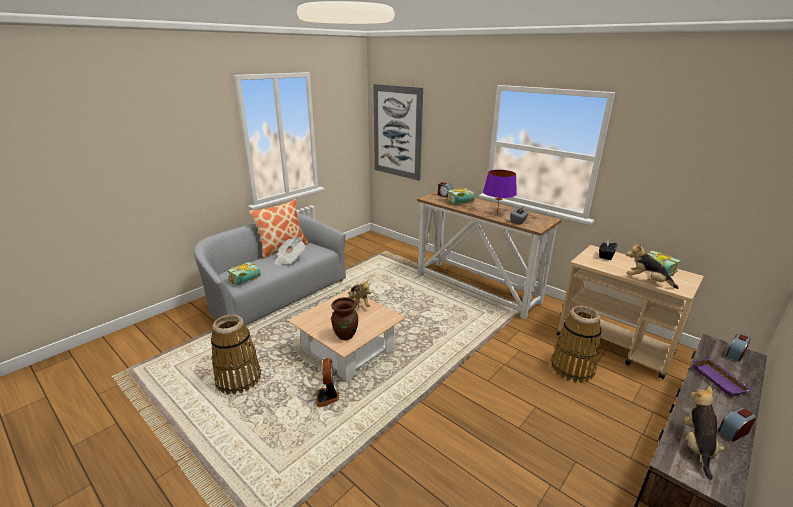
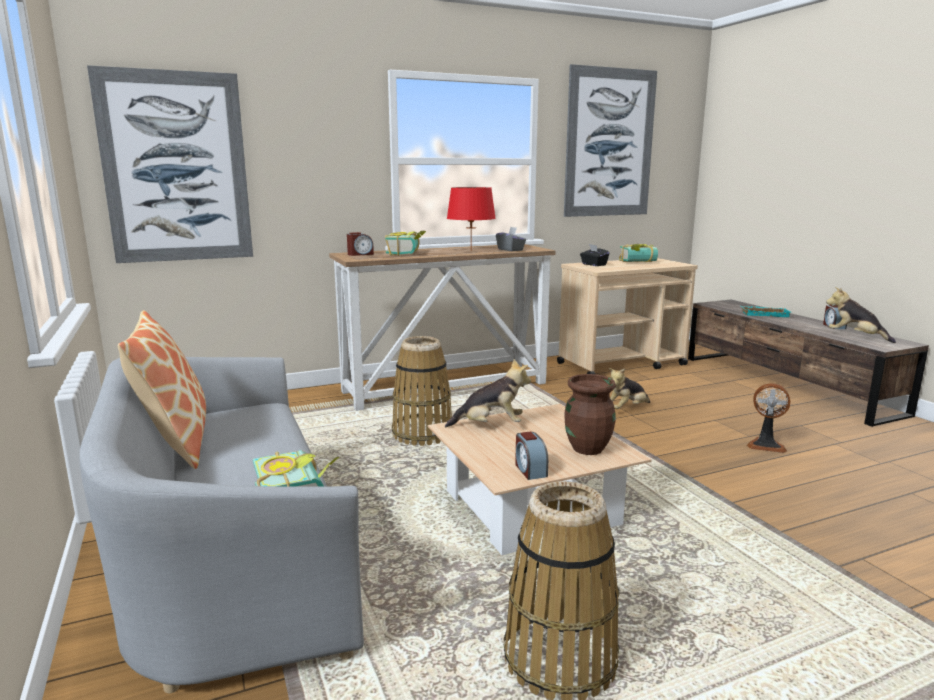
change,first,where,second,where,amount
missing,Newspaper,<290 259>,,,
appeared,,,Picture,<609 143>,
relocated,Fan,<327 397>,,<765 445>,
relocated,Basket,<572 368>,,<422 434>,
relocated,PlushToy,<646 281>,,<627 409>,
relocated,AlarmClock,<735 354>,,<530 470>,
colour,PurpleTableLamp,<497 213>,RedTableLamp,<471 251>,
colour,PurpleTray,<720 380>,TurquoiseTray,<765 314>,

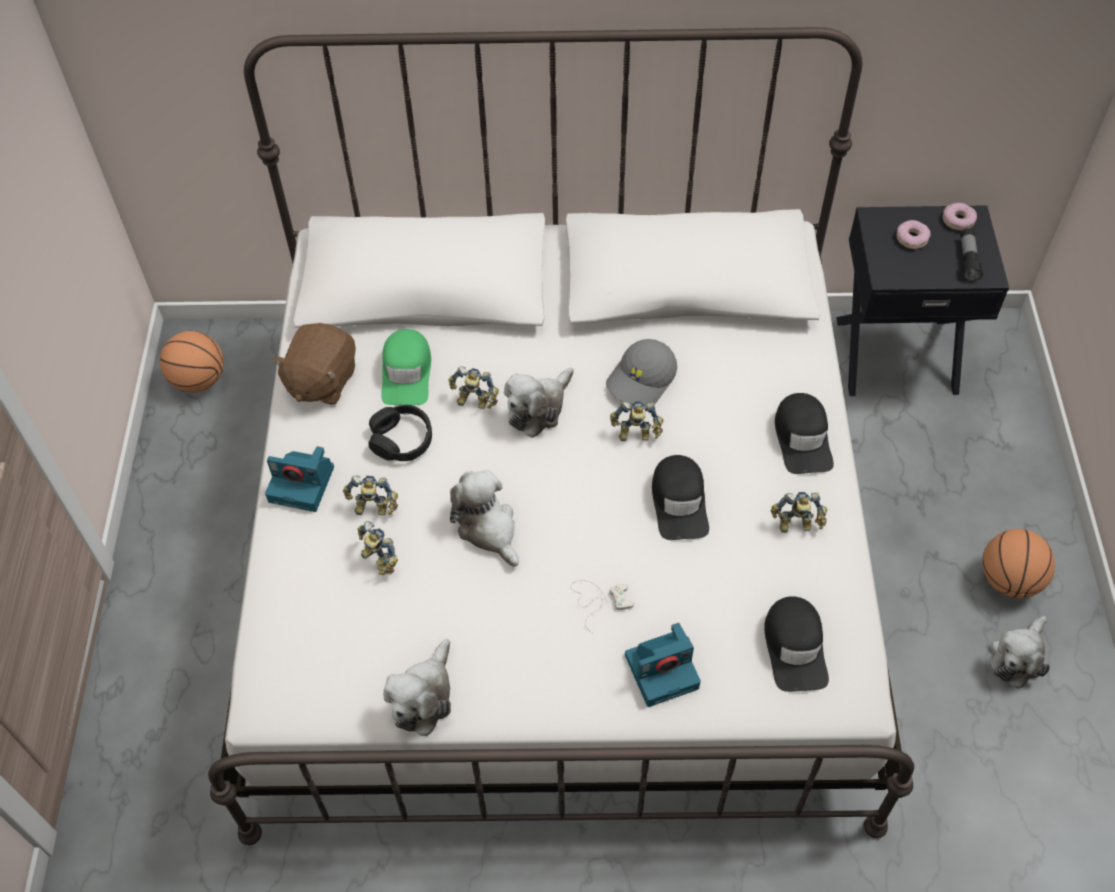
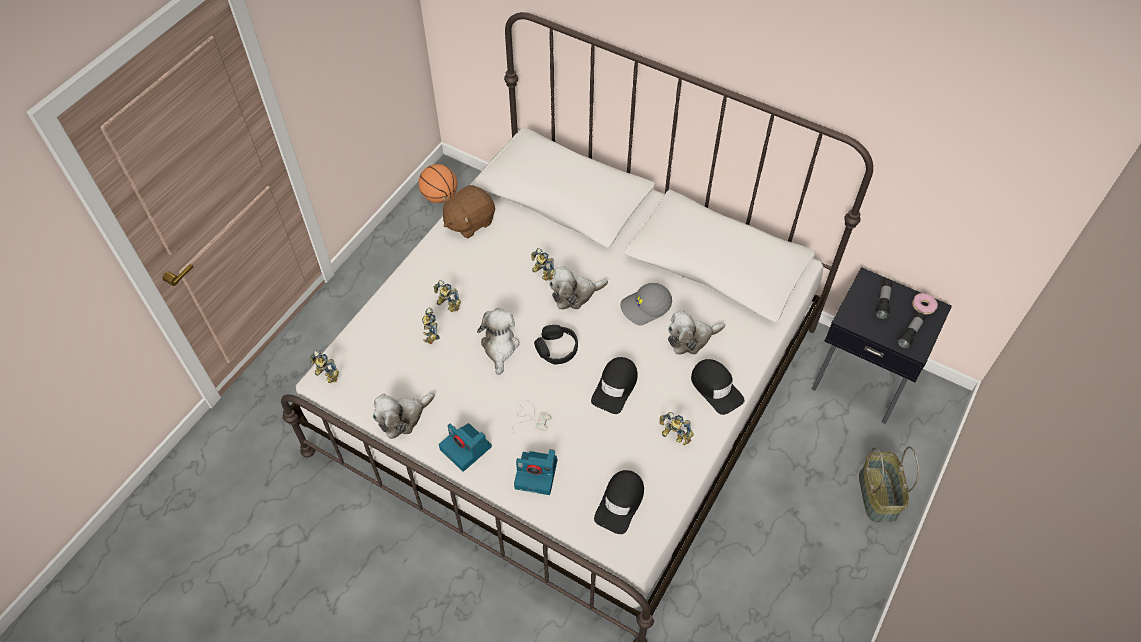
change,first,where,second,where,amount
missing,GreenCap,<407 373>,,,
missing,Basketball,<1009 580>,,,
appeared,,,Basket,<878 495>,
relocated,PhotoCamera,<303 484>,,<467 448>,
relocated,BlackHeadphones,<401 440>,,<556 348>,
relocated,ToyRobot,<635 435>,,<325 375>,
relocated,PlushToy,<1017 657>,,<691 338>,
exchanged,Donut,<912 238>,Flashlight,<882 303>,
spun,BlackCap,<802 438>,,<716 388>,60 degrees counterclockwise

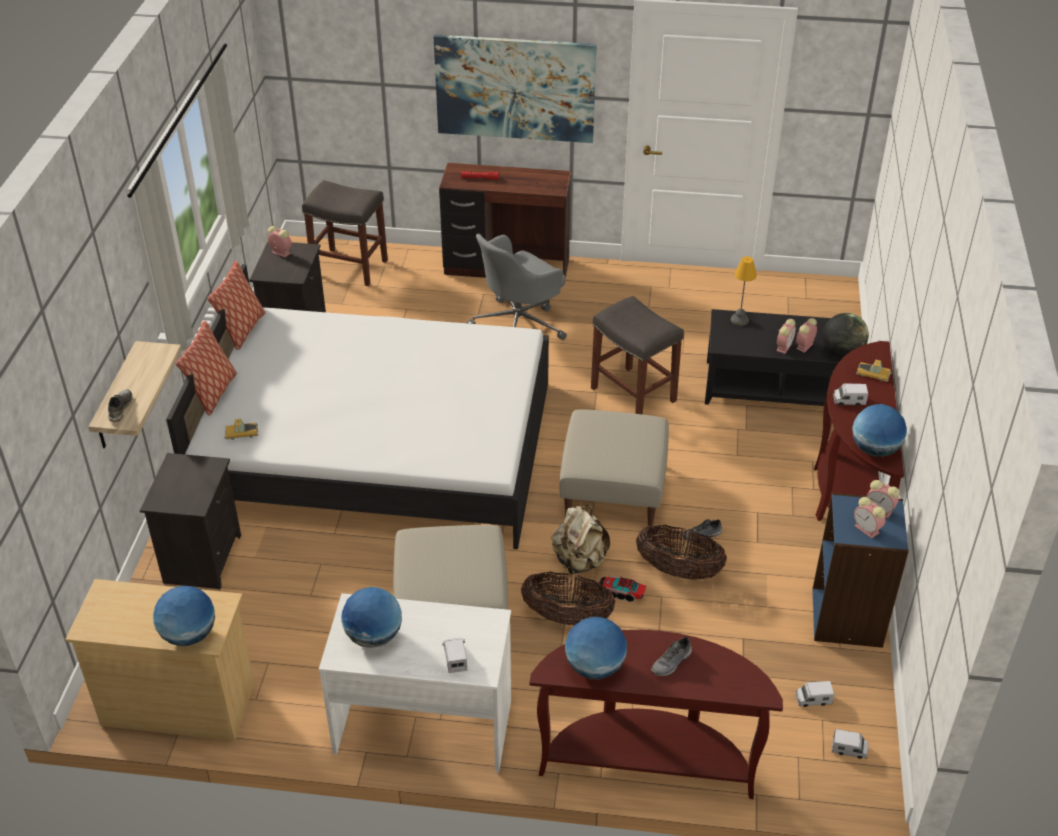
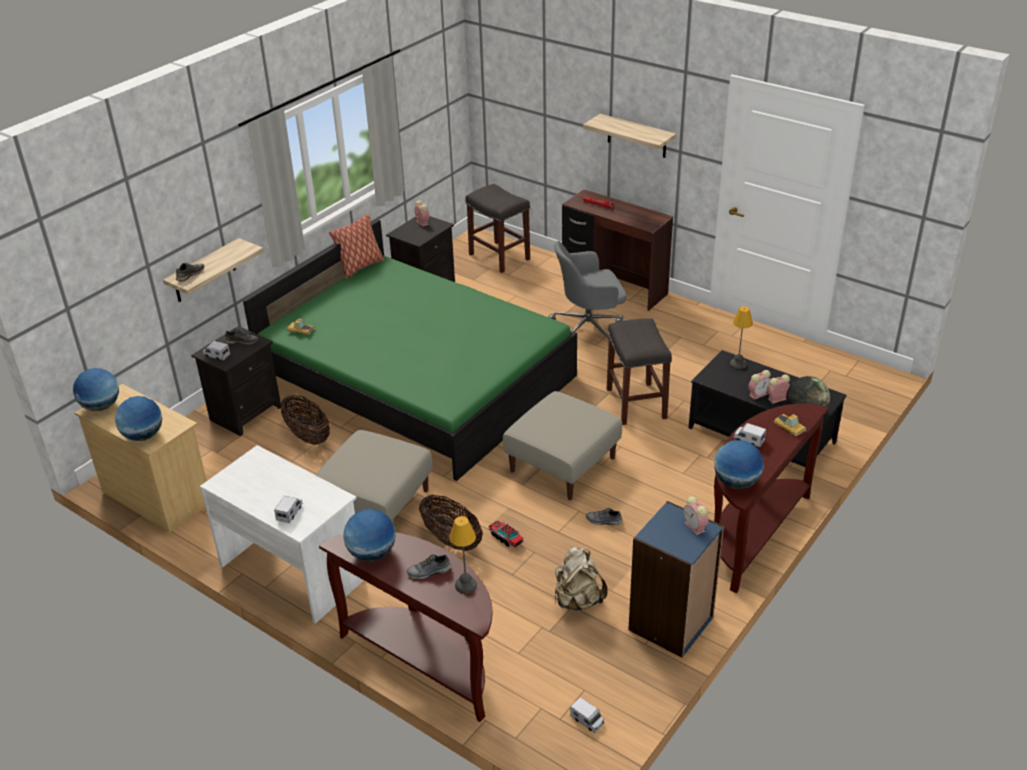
change,first,where,second,where,amount
missing,Pillow,<213 393>,,,
missing,AlarmClock,<867 529>,,,
appeared,,,GreyShoe,<242 342>,
appeared,,,TableLamp,<466 585>,
relocated,Globe,<374 636>,,<101 407>,
relocated,BeigeBackpack,<579 561>,,<578 600>,
relocated,Basket,<678 570>,,<308 436>,
relocated,ToyTruck,<813 699>,,<217 355>,
exchanged,Picture,<515 88>,Shelf,<637 136>,
colour,WhiteBed,<377 447>,GreenBed,<417 380>,

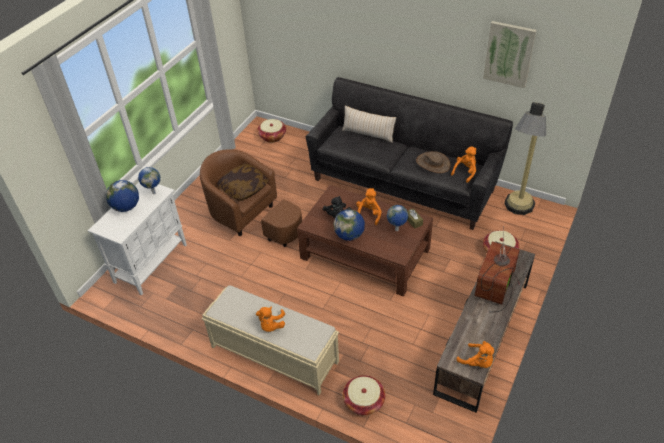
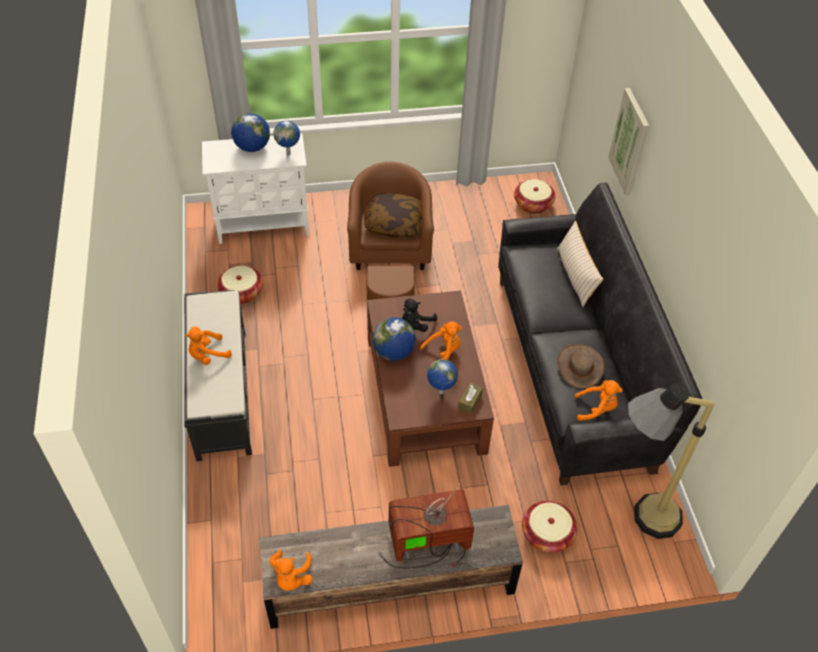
change,first,where,second,where,amount
relocated,Basket,<364 401>,,<241 293>,
relocated,Picture,<509 54>,,<630 142>,
colour,BeigeBench,<273 354>,BlackBench,<222 392>,

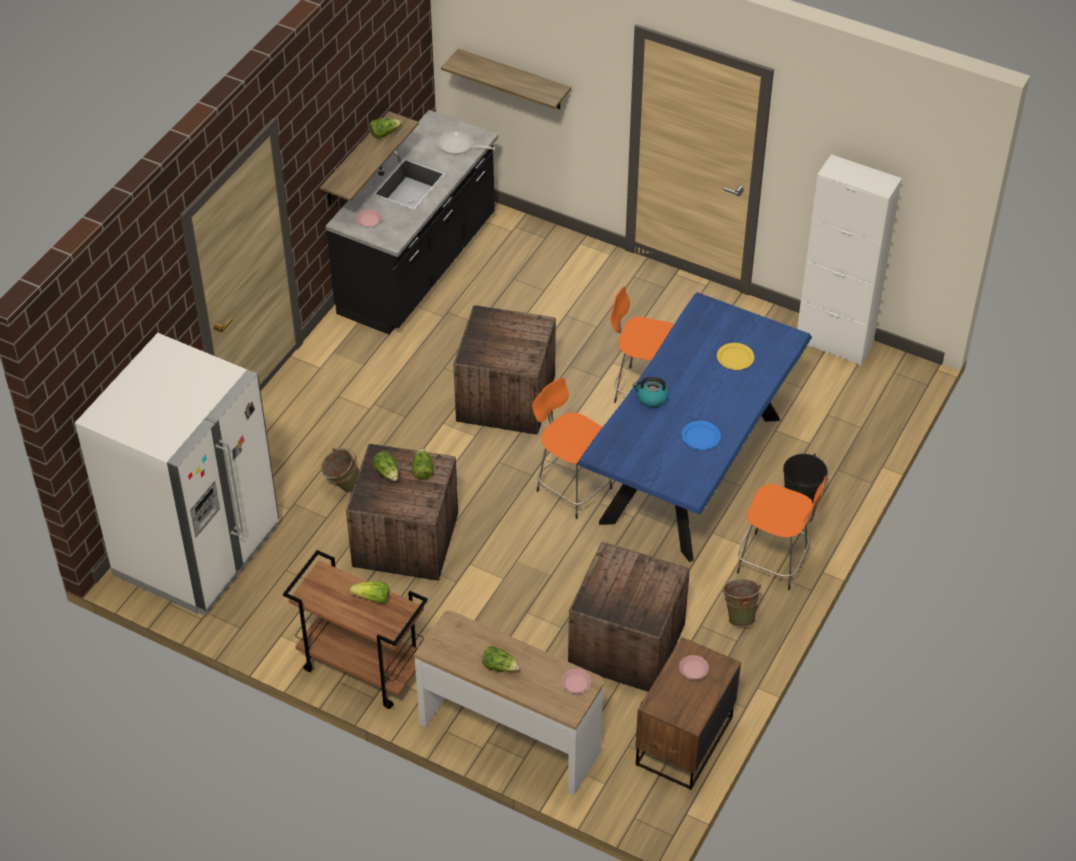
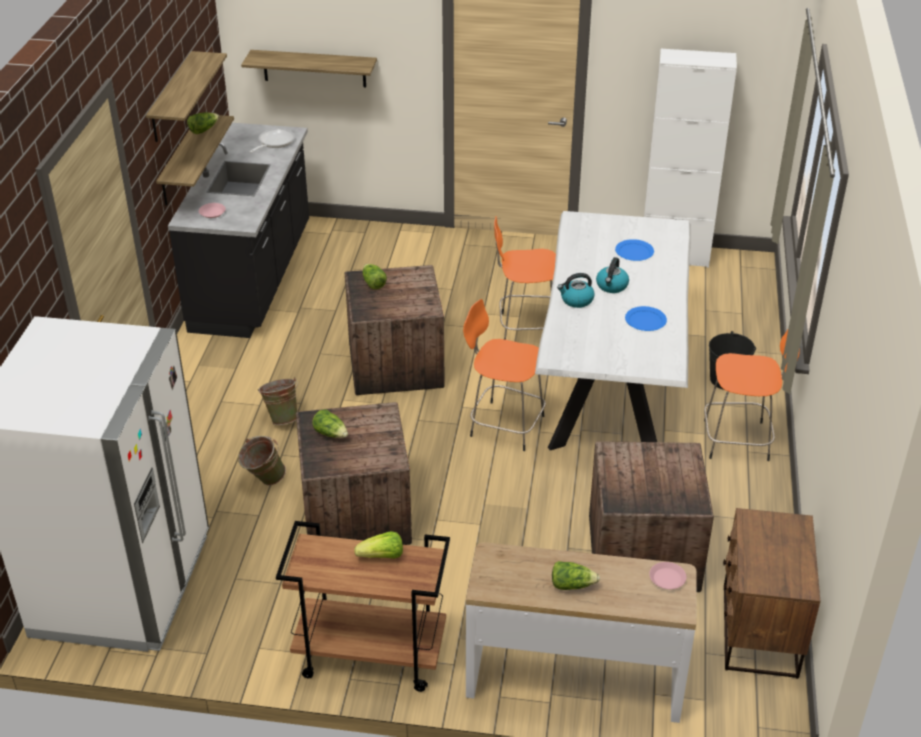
change,first,where,second,where,amount
missing,PinkPlate,<693 669>,,,
appeared,,,Shelf,<171 98>,
appeared,,,Kettle,<612 286>,
relocated,Lettuce,<422 470>,,<373 283>,
relocated,GreenBucket,<740 615>,,<282 417>,
colour,BlueDiningTable,<691 470>,WhiteDiningTable,<611 382>,
colour,YellowPlate,<735 358>,BluePlate,<634 252>,
spun,FryingPan,<459 146>,,<274 142>,120 degrees clockwise

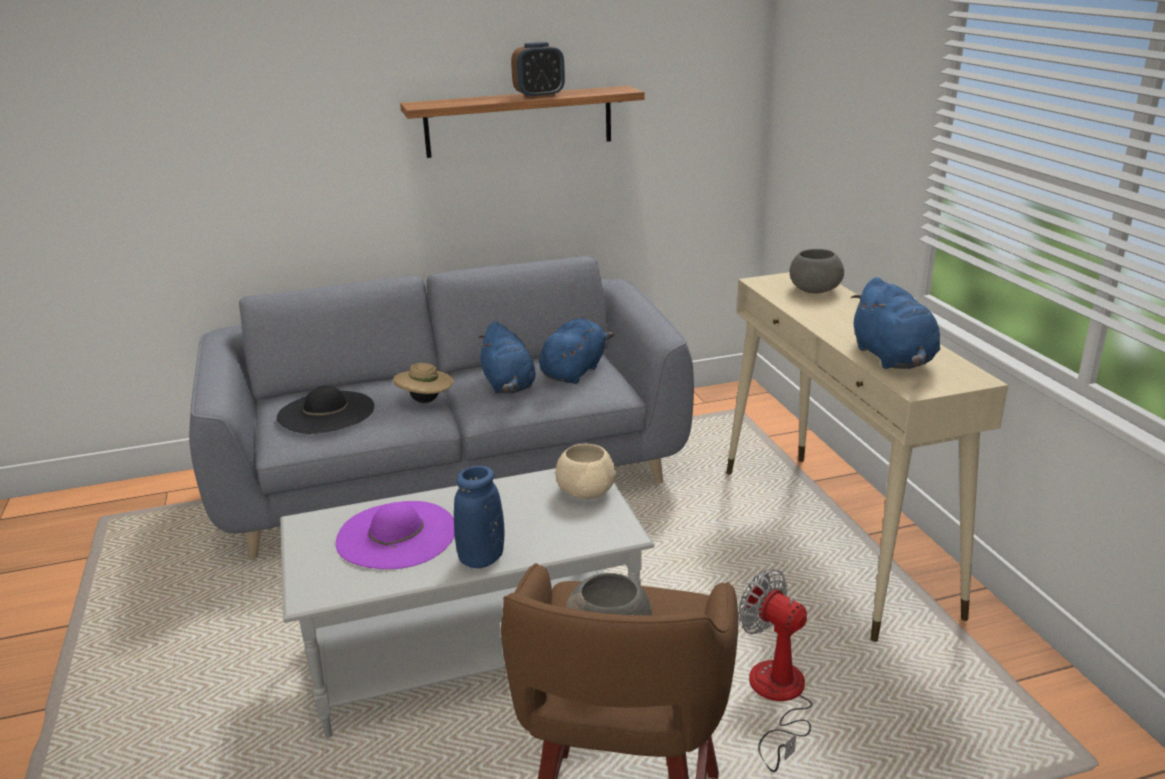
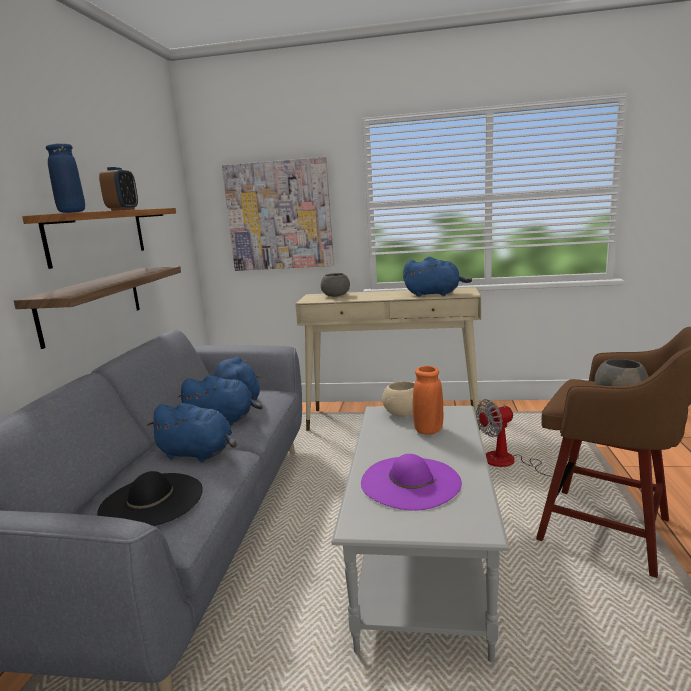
change,first,where,second,where,amount
appeared,,,Shelf,<92 304>,
appeared,,,Picture,<279 215>,
appeared,,,OrangeVase,<428 430>,
relocated,BlueVase,<481 558>,,<72 212>,
exchanged,BeigeHat,<426 401>,BluePlushToy,<198 453>,

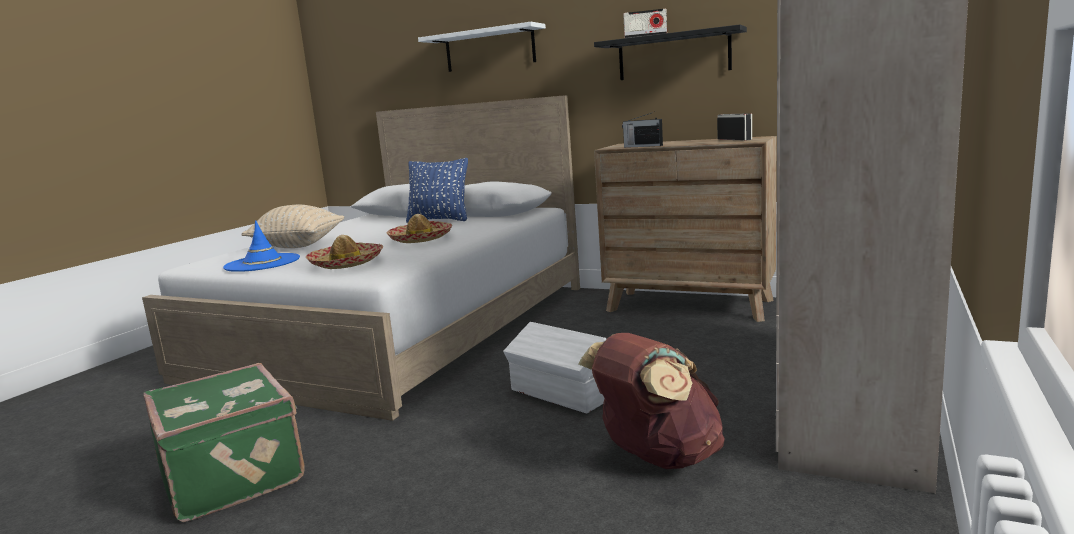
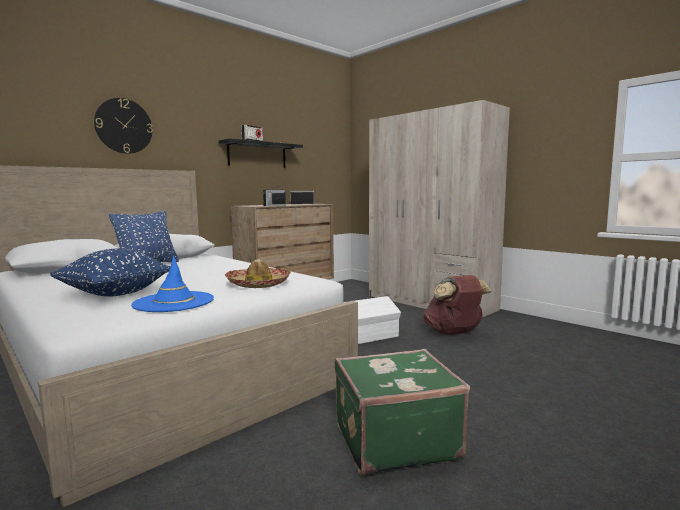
change,first,where,second,where,amount
missing,Hat,<420 239>,,,
exchanged,WhiteShelf,<489 49>,WallClock,<124 126>,
colour,BeigePillow,<298 245>,BluePillow,<115 293>,

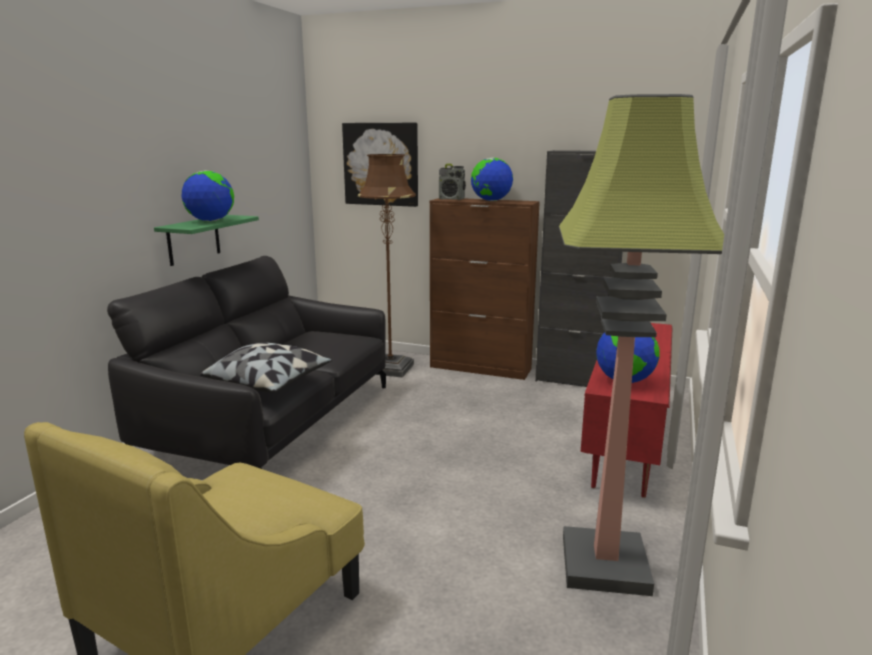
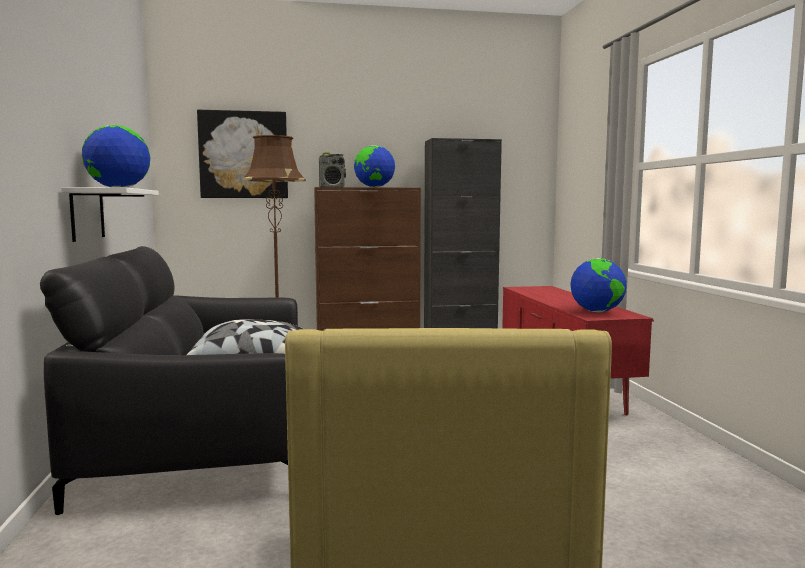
change,first,where,second,where,amount
missing,FloorLamp,<606 565>,,,
colour,GreenShelf,<193 240>,WhiteShelf,<87 214>,

